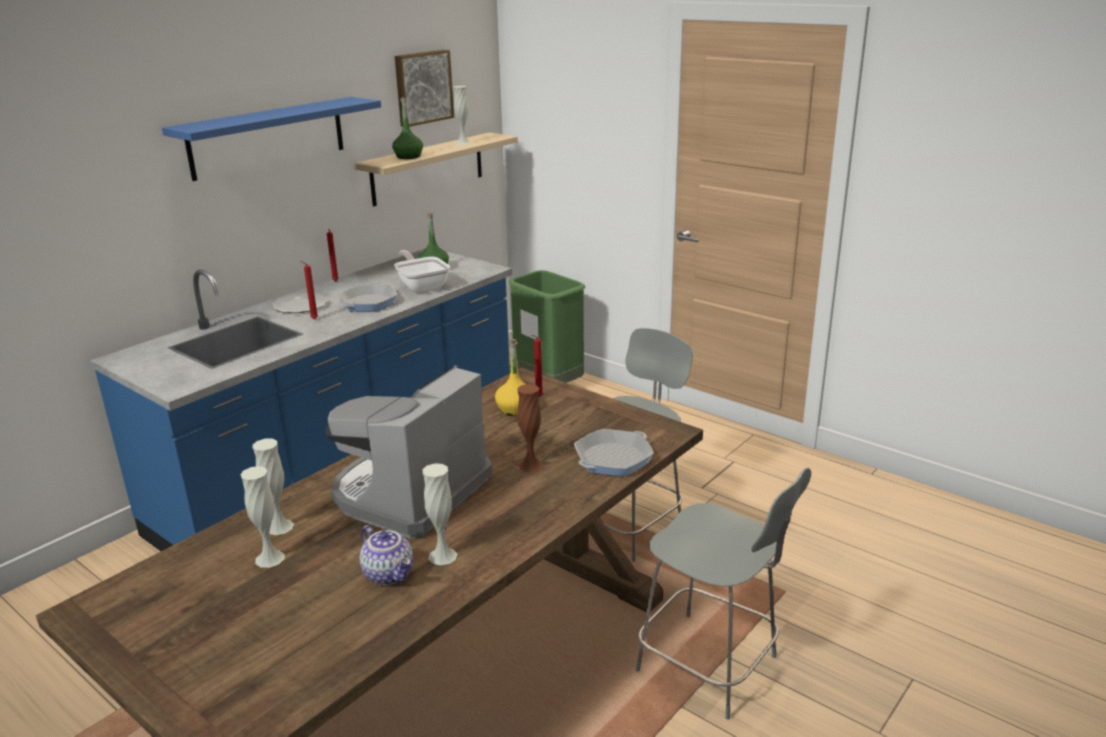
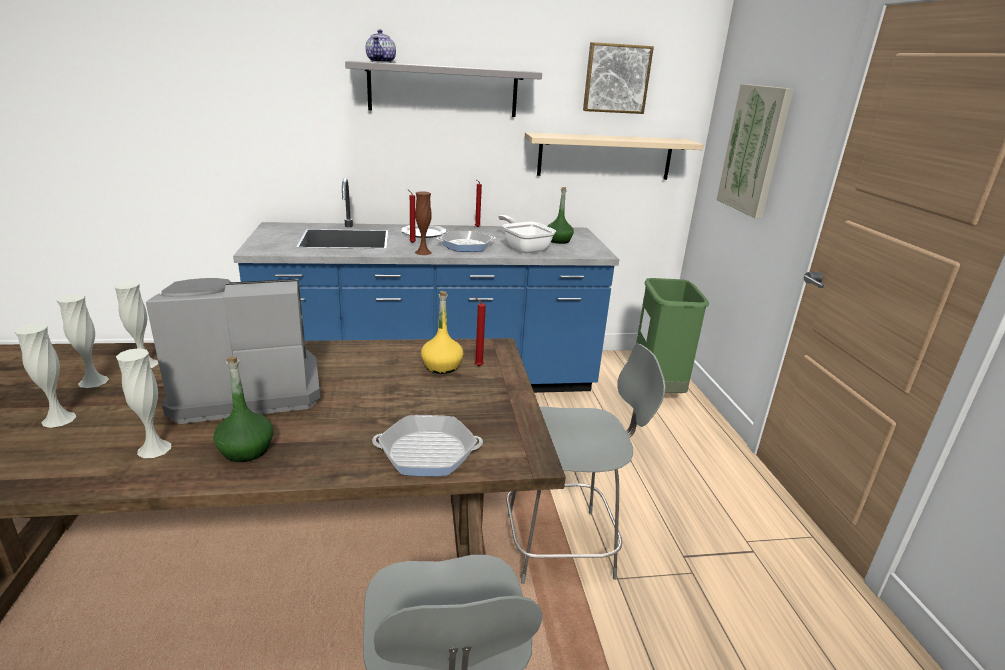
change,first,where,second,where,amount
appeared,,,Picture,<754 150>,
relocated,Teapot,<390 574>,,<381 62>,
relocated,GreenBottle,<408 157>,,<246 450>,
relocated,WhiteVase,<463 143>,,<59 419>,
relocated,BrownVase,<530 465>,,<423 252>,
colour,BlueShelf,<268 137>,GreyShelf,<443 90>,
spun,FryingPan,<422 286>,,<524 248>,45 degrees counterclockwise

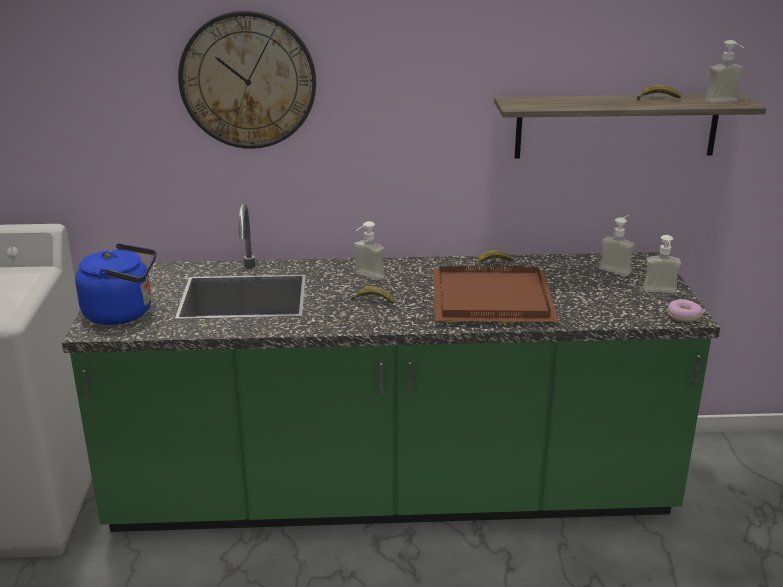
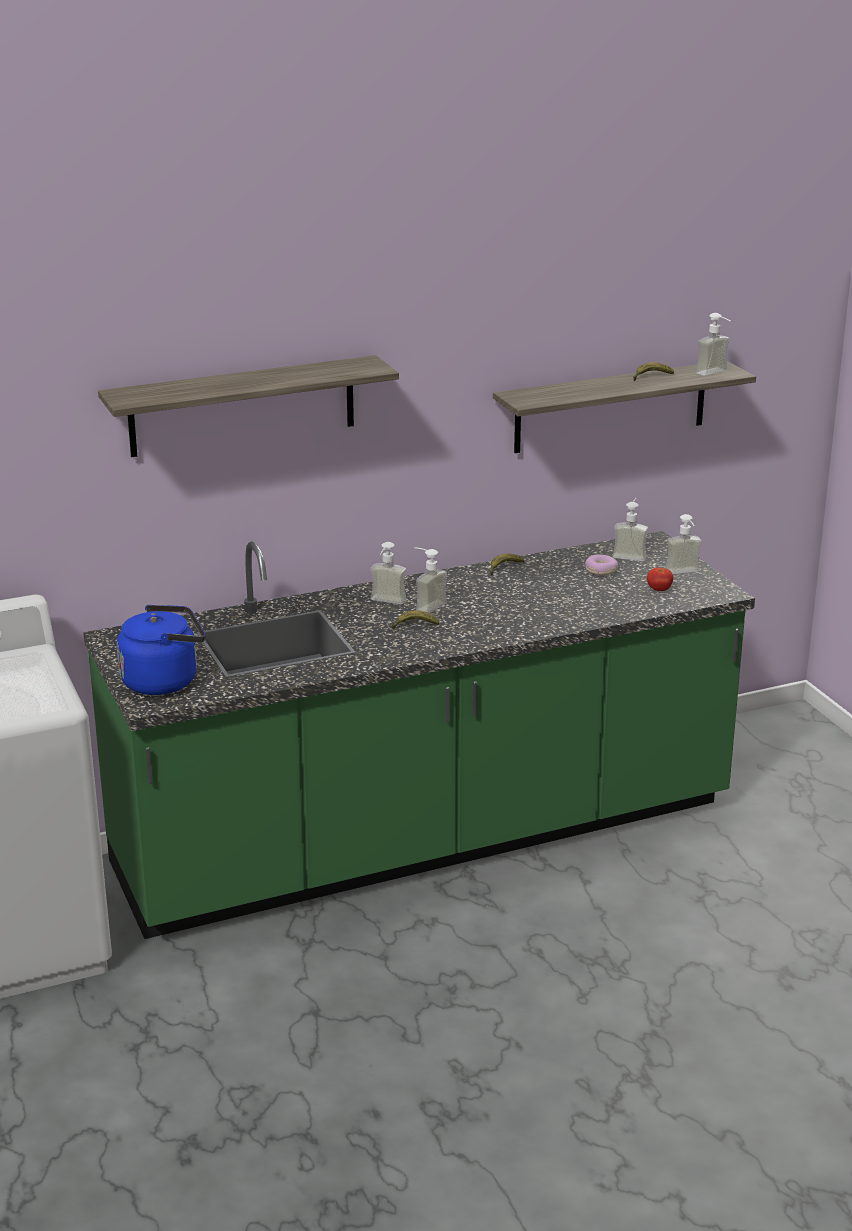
change,first,where,second,where,amount
missing,BrownTray,<489 300>,,,
appeared,,,SoapDispenser,<425 605>,
appeared,,,Tomato,<659 590>,
relocated,Donut,<683 316>,,<601 570>,
exchanged,WallClock,<248 80>,Shelf,<242 406>,

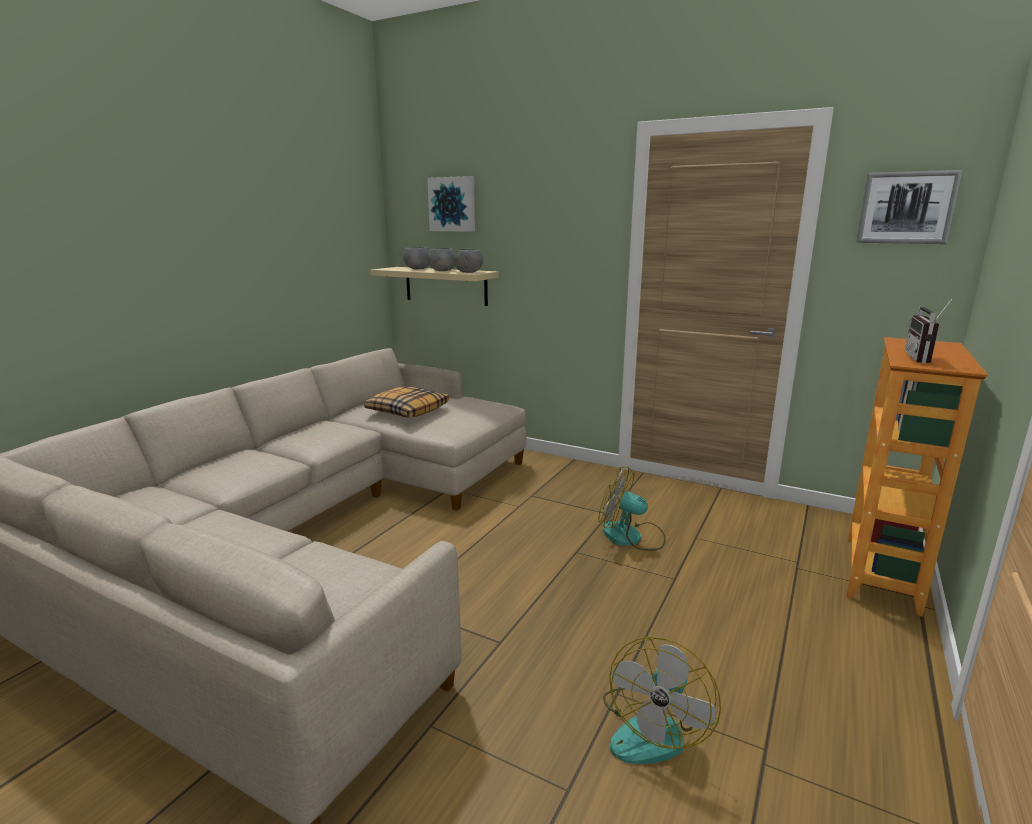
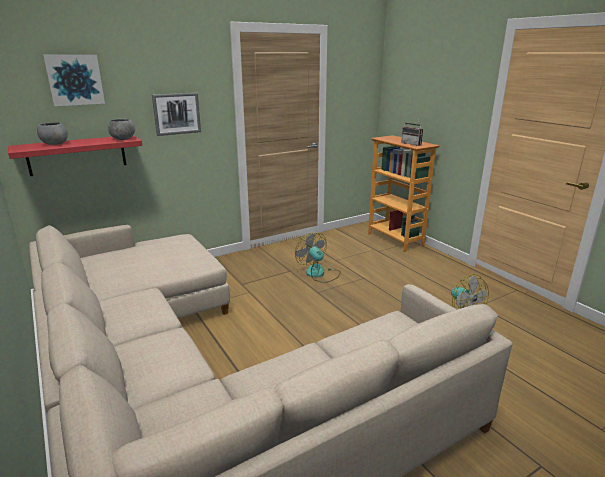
change,first,where,second,where,amount
missing,Pillow,<407 411>,,,
missing,GreyBowl,<442 271>,,,
relocated,Picture,<906 208>,,<176 113>,
colour,BeigeShelf,<445 286>,RedShelf,<77 155>,
spun,Fan,<631 537>,,<319 274>,90 degrees clockwise

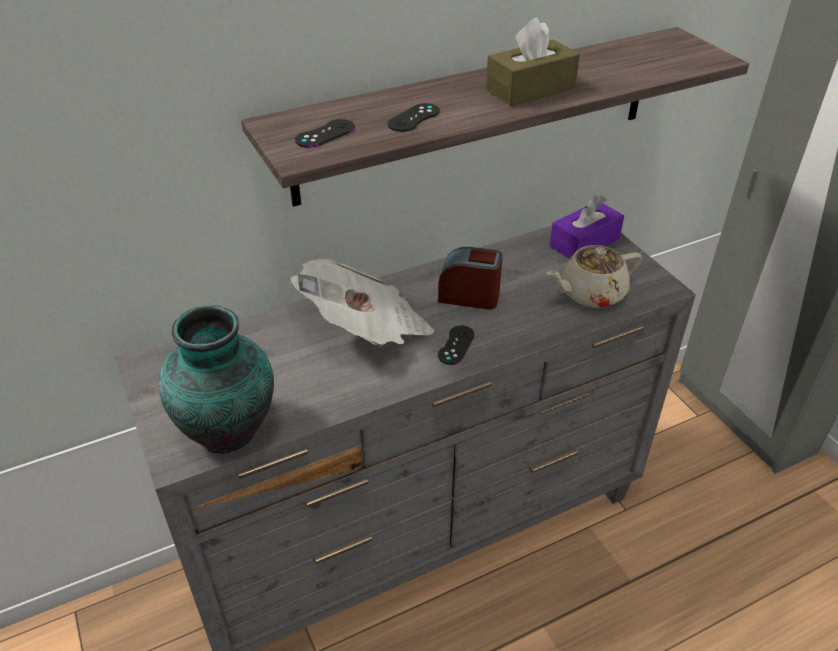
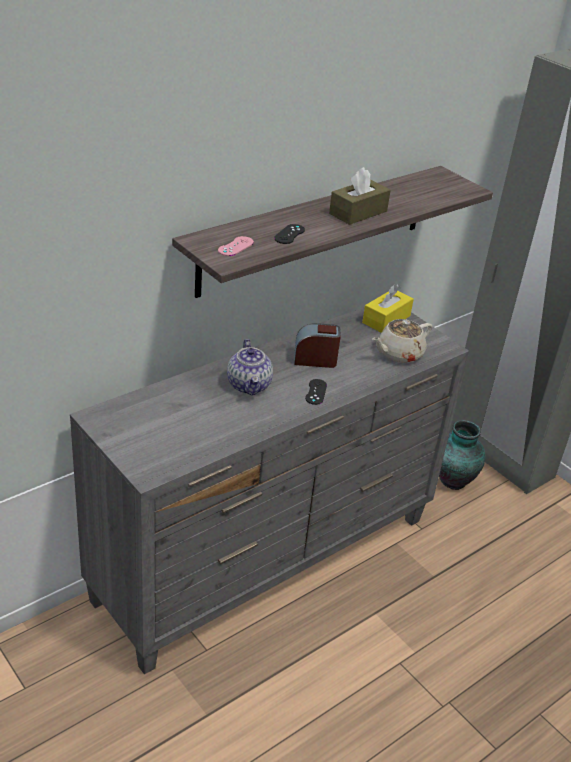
change,first,where,second,where,amount
relocated,Vase,<230 429>,,<453 479>,
exchanged,Newspaper,<367 330>,Teapot,<249 385>,
colour,BlackGameController,<325 134>,PinkGameController,<235 246>,
colour,PurpleTissueBox,<584 243>,YellowTissueBox,<386 319>,

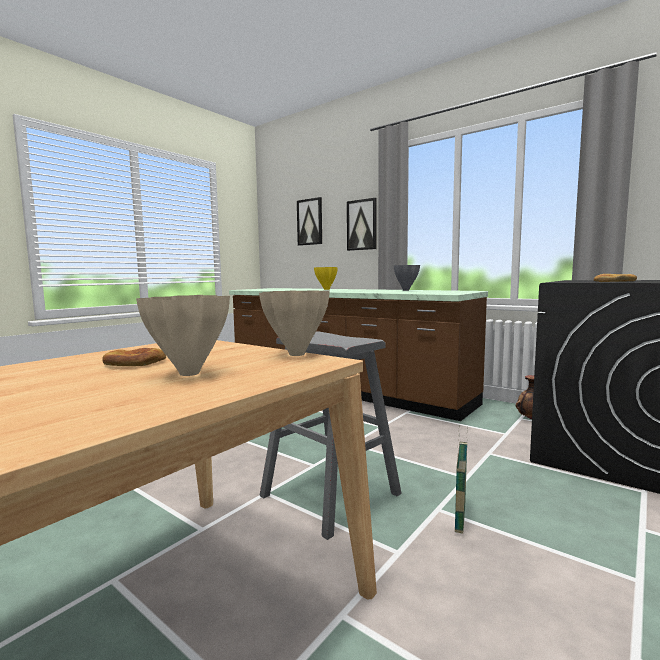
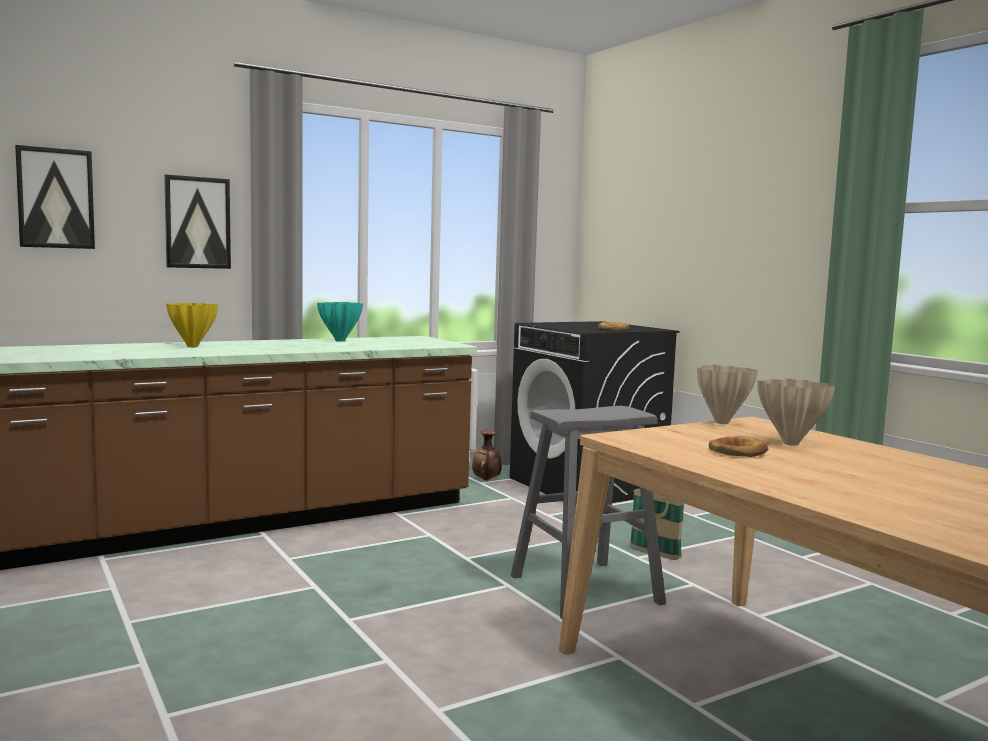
change,first,where,second,where,amount
colour,GreyVase,<406 290>,TurquoiseVase,<341 341>,

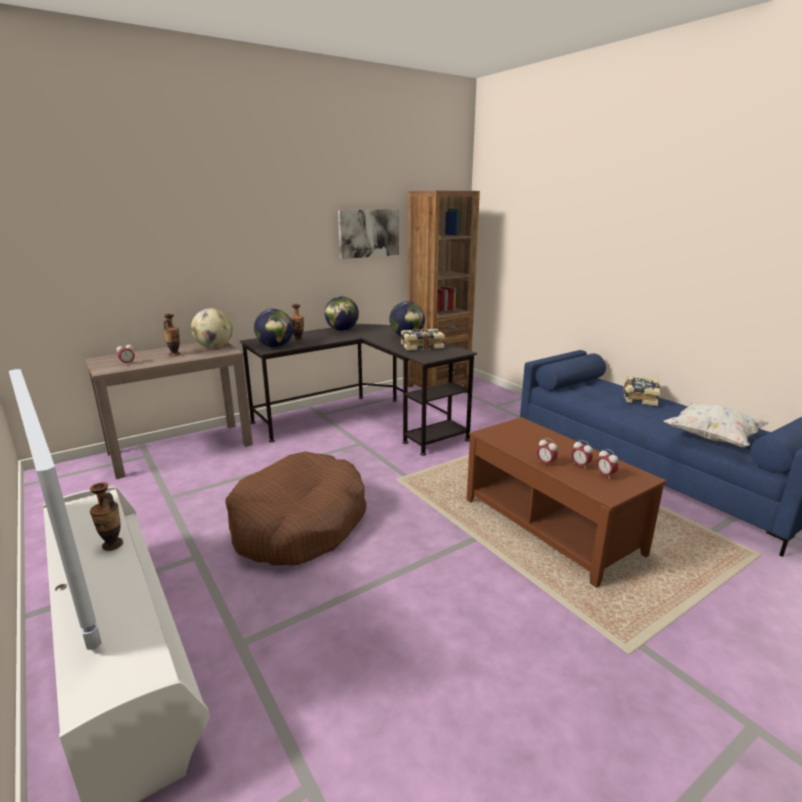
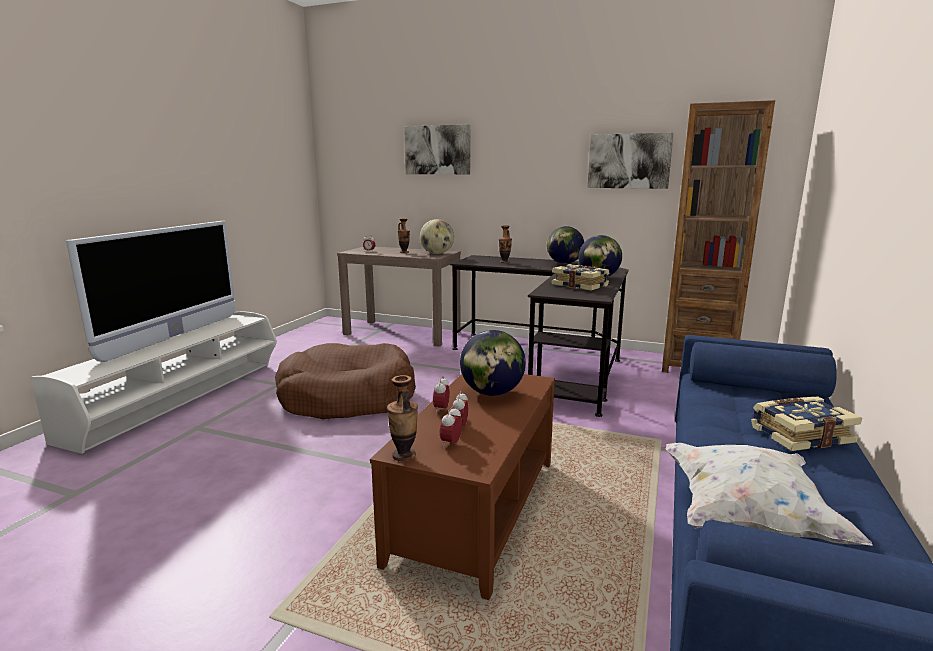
change,first,where,second,where,amount
appeared,,,Picture,<437 150>,
relocated,Vase,<112 545>,,<404 455>,
relocated,Globe,<275 346>,,<492 393>,

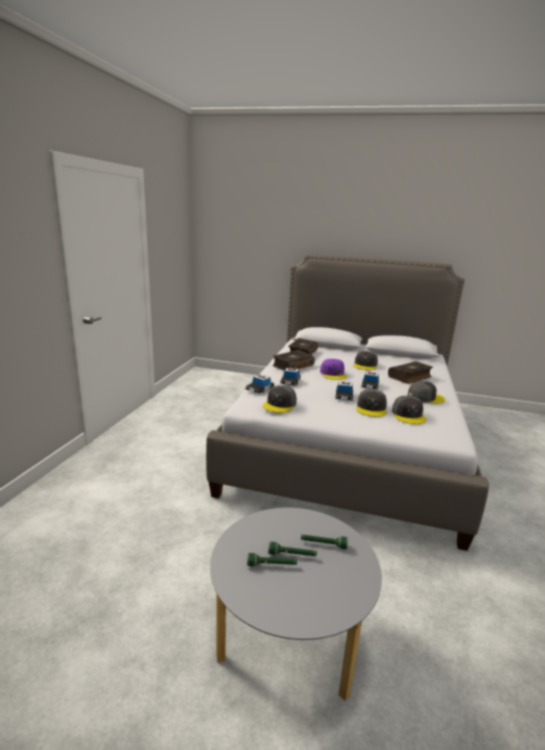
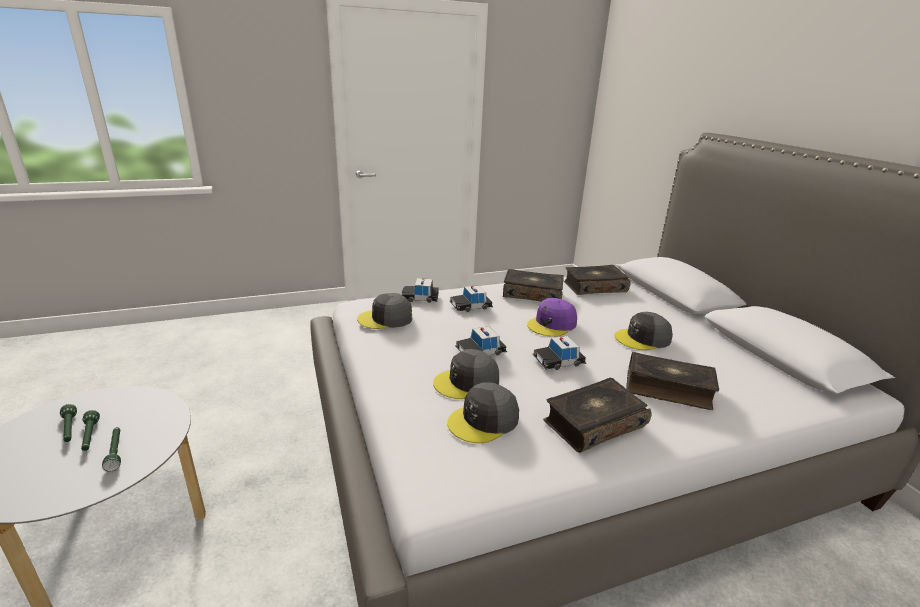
change,first,where,second,where,amount
exchanged,GreyCap,<425 397>,Book,<593 423>,

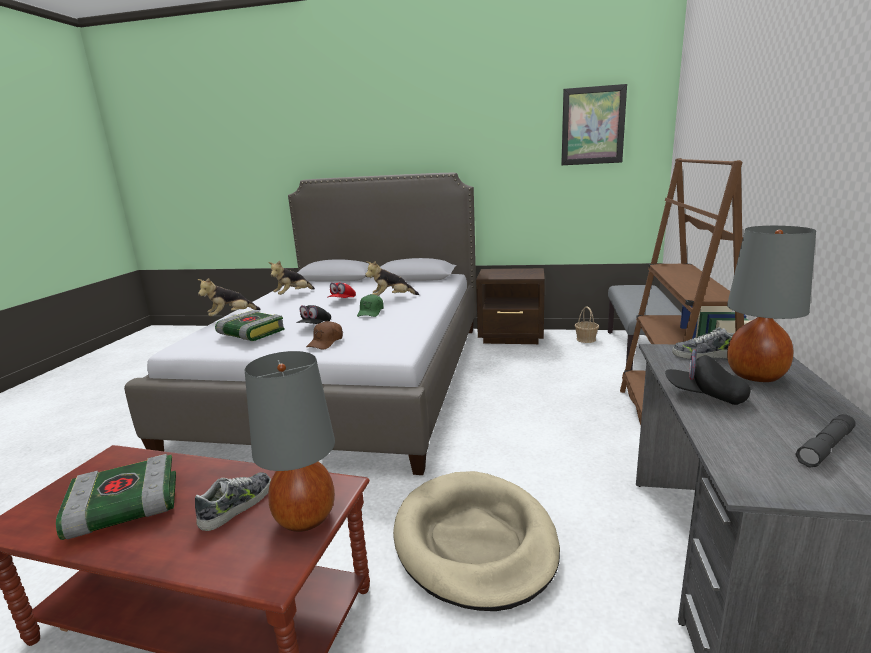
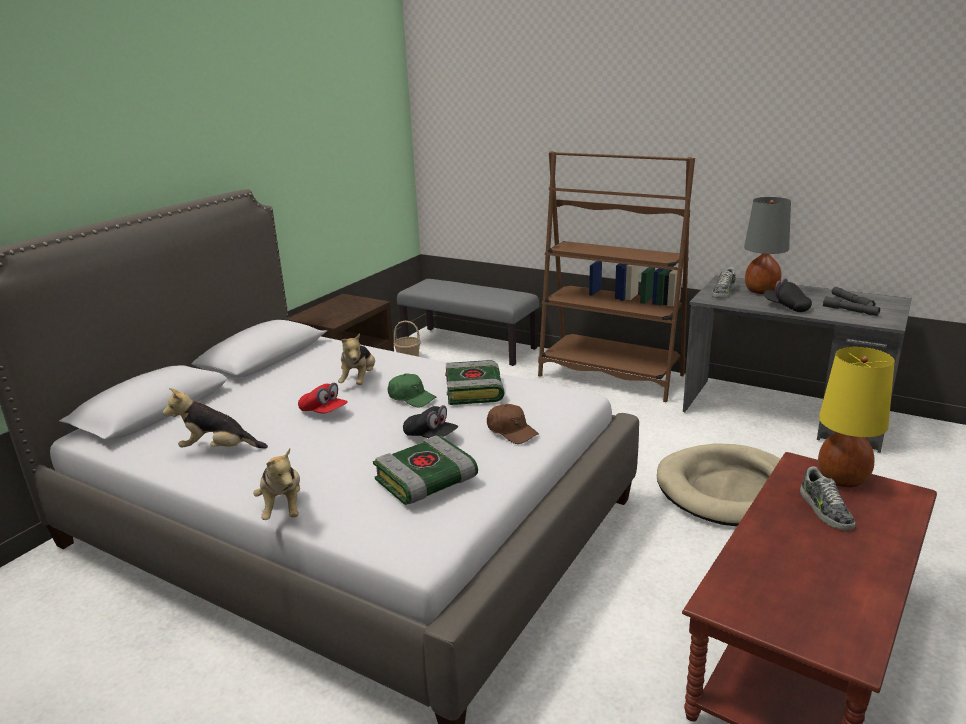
change,first,where,second,where,amount
missing,Picture,<593 126>,,,
appeared,,,GreyFlashlight,<850 311>,
relocated,Book,<123 508>,,<475 391>,
colour,GreyTableLamp,<304 518>,YellowTableLamp,<842 479>,
spun,Shoe,<237 505>,,<824 510>,150 degrees counterclockwise
spun,PlushToy,<293 295>,,<218 449>,120 degrees clockwise
spun,BlackCap,<704 395>,,<786 307>,90 degrees clockwise

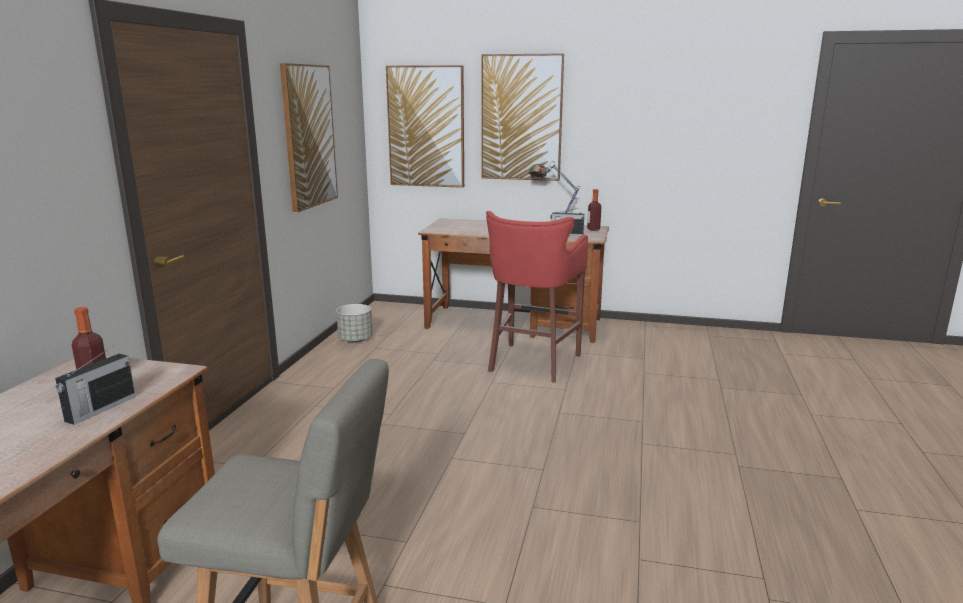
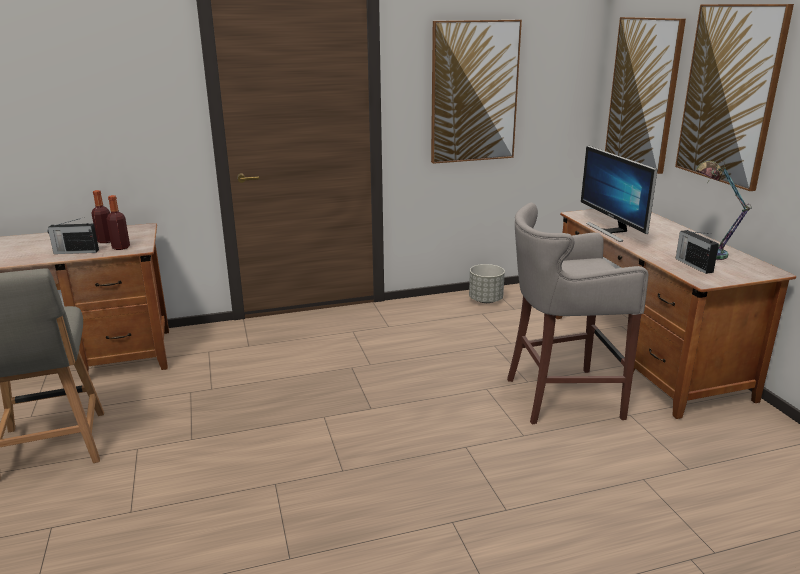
change,first,where,second,where,amount
appeared,,,Monitor,<612 231>,
relocated,Bottle,<593 229>,,<121 247>,
colour,RedStool,<532 363>,GreyStool,<559 397>,

